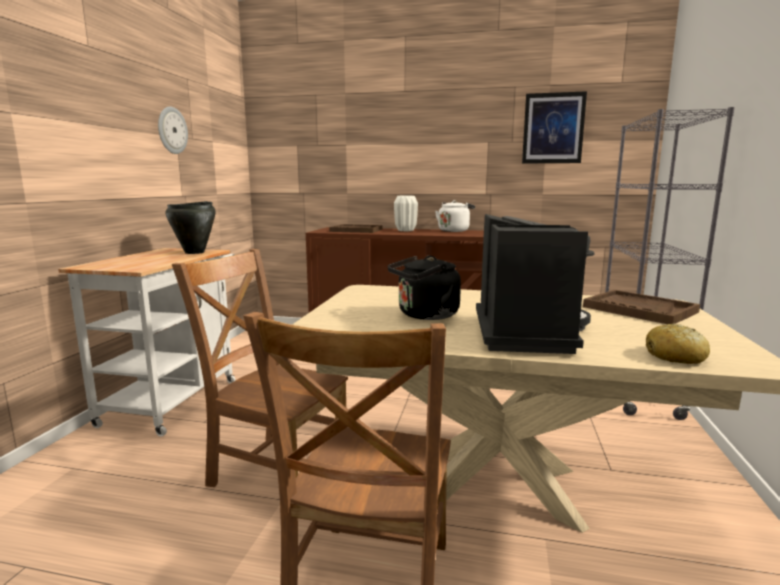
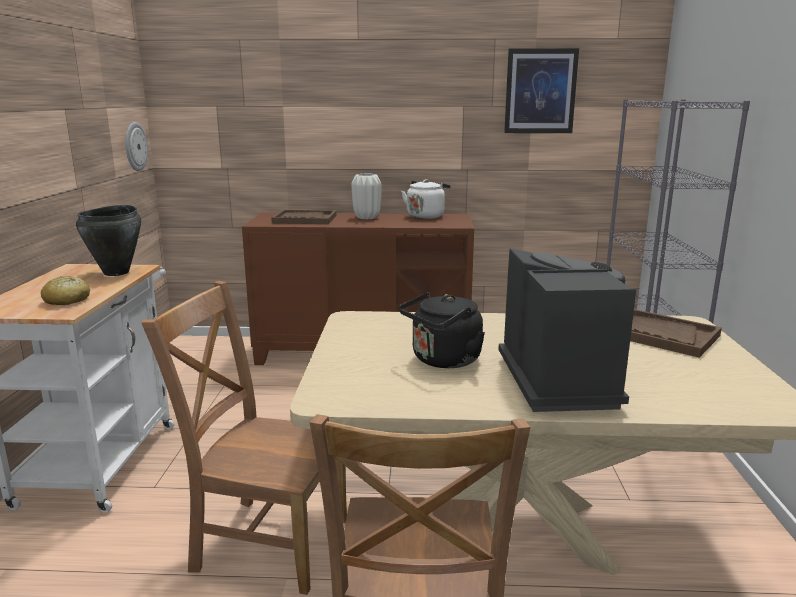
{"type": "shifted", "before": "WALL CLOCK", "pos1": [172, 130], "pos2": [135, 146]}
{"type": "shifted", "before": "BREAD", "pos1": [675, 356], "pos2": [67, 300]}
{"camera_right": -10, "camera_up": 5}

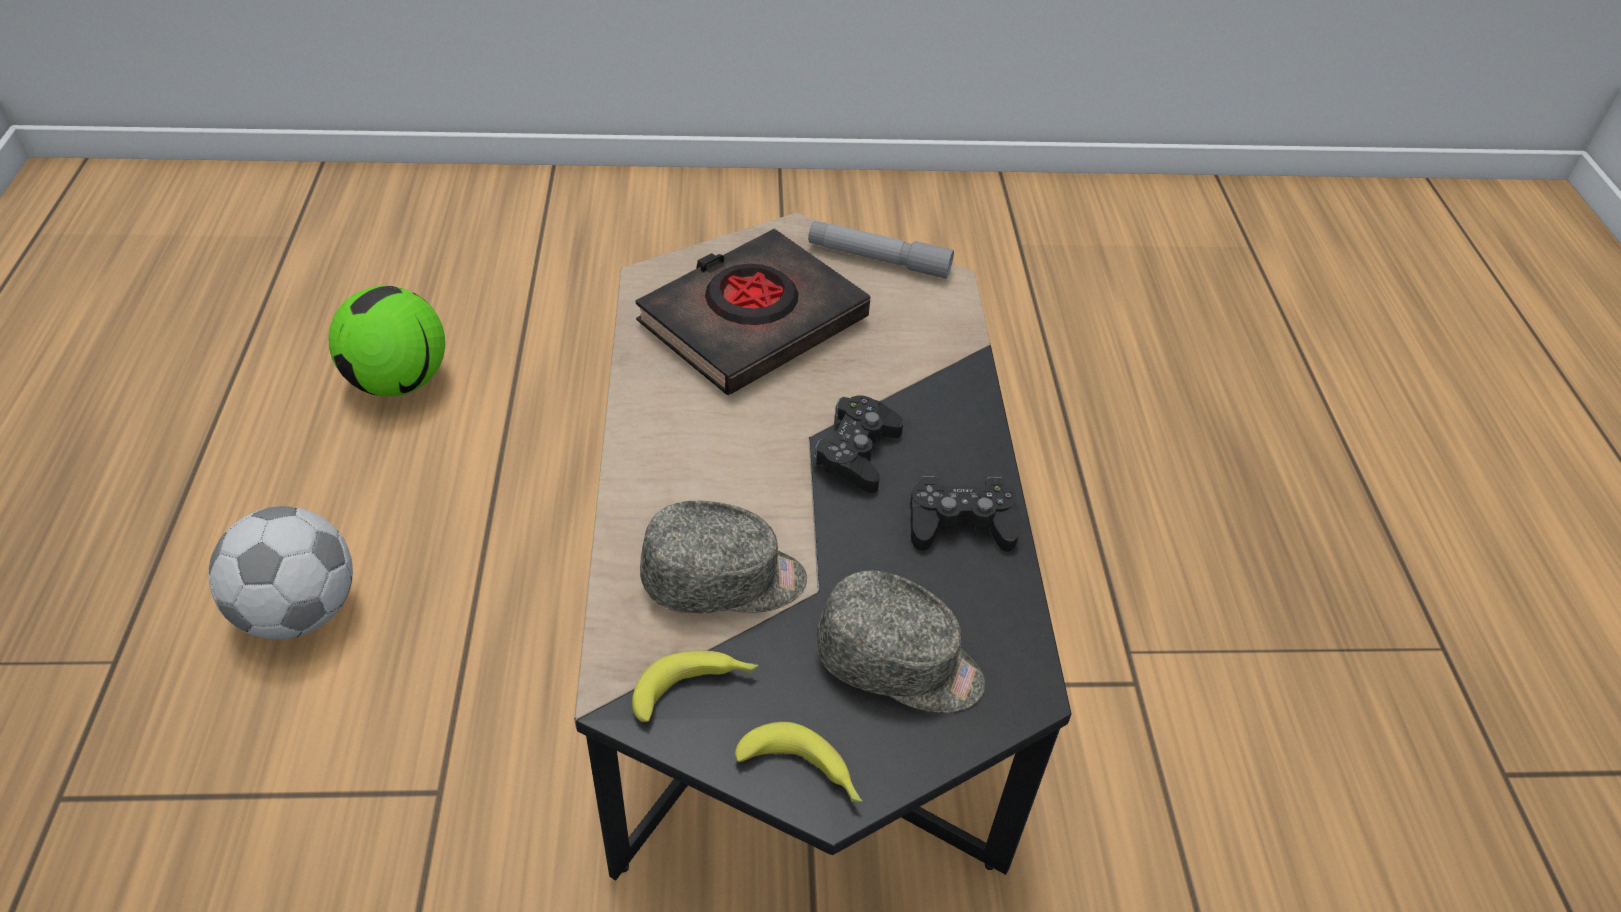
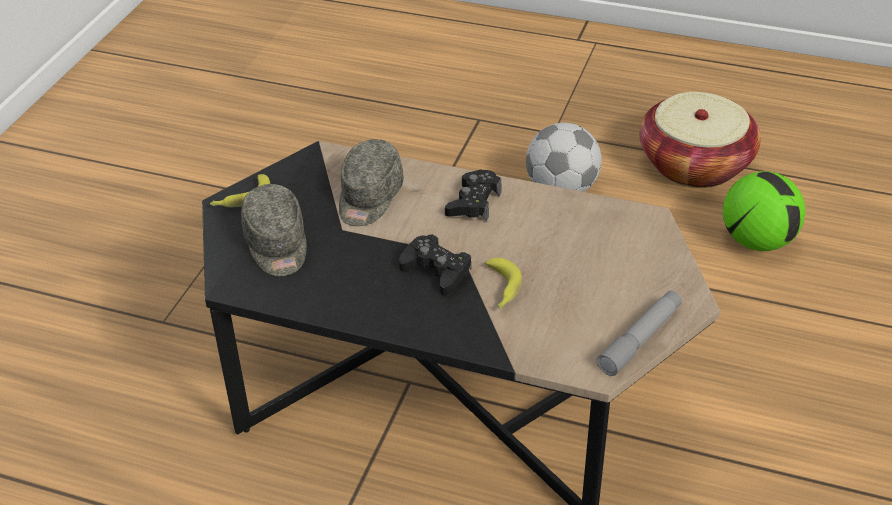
{"type": "gone", "before": "BLACK BOOK", "pos1": [752, 321]}
{"type": "shifted", "before": "BLACK GAME CONTROLLER", "pos1": [960, 523], "pos2": [473, 202]}
{"type": "rotated", "before": "GREY CAP", "pos1": [900, 664], "pos2": [277, 245], "turn": -60}
{"type": "shifted", "before": "BANANA", "pos1": [695, 689], "pos2": [501, 290]}
{"type": "new", "after": "BASKET", "pos2": [695, 165]}
{"camera_right": 115, "camera_up": -5}

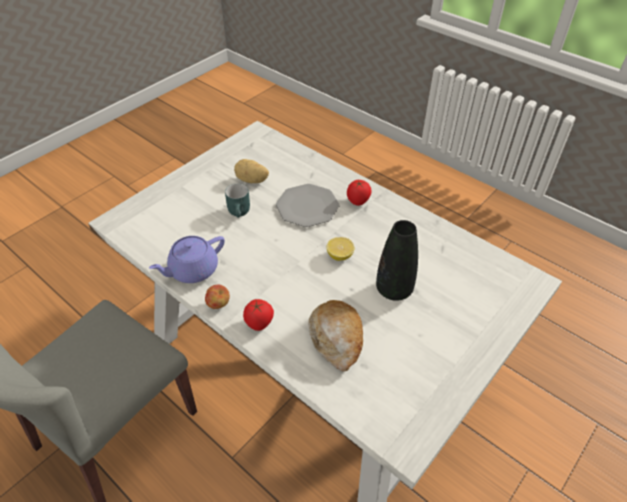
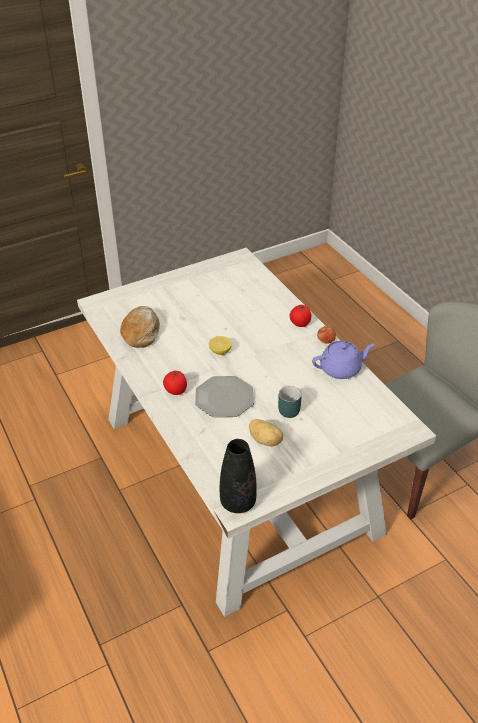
{"type": "shifted", "before": "BLACK VASE", "pos1": [394, 290], "pos2": [238, 502]}
{"type": "shifted", "before": "BREAD", "pos1": [336, 339], "pos2": [141, 332]}
{"camera_right": -160, "camera_up": -5}

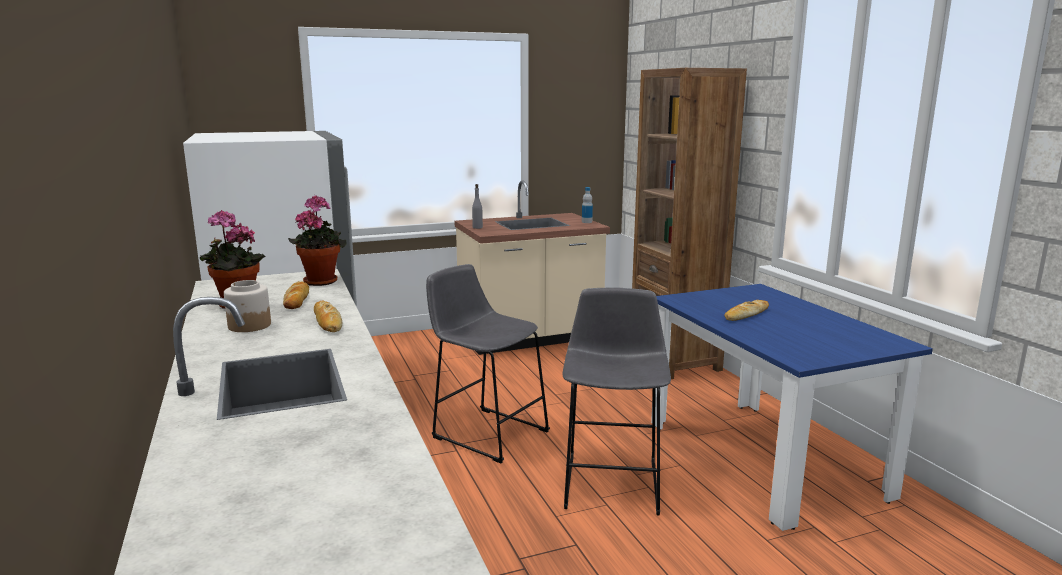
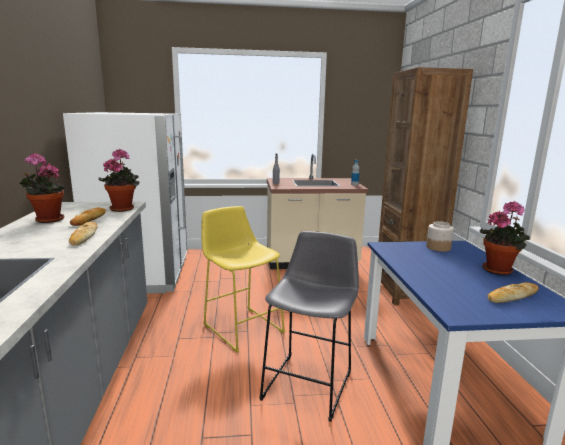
{"type": "repainted", "before": "GREY STOOL", "after": "YELLOW STOOL", "pos1": [486, 432], "pos2": [241, 326]}
{"type": "shifted", "before": "JAR", "pos1": [249, 326], "pos2": [438, 247]}
{"type": "shifted", "before": "BREAD", "pos1": [746, 314], "pos2": [512, 296]}
{"type": "new", "after": "POTTED PLANT", "pos2": [499, 270]}
{"camera_right": 15, "camera_up": 0}

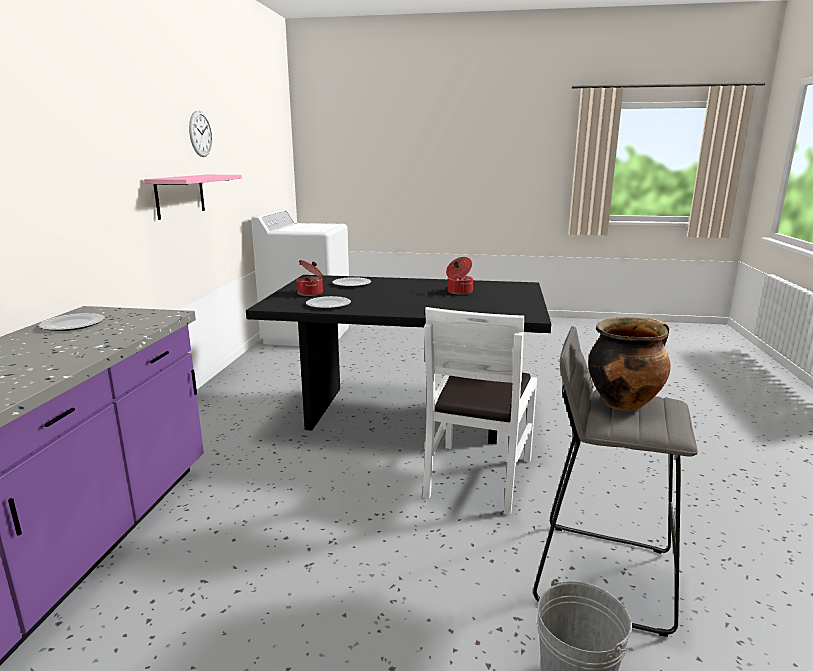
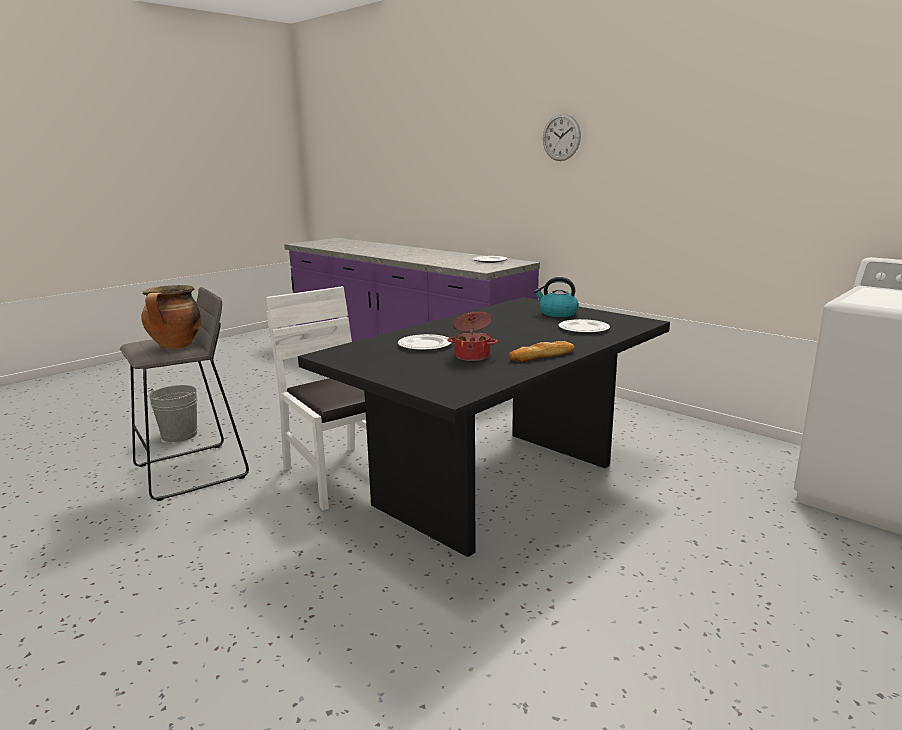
{"type": "shifted", "before": "WALL CLOCK", "pos1": [200, 134], "pos2": [561, 137]}
{"type": "gone", "before": "PINK SHELF", "pos1": [180, 195]}
{"type": "swapped", "before": "COOKING POT", "after": "KETTLE", "pos1": [311, 293], "pos2": [557, 313]}
{"type": "shifted", "before": "PLATE", "pos1": [328, 305], "pos2": [424, 345]}
{"type": "new", "after": "BREAD", "pos2": [542, 356]}
{"camera_right": 125, "camera_up": 0}

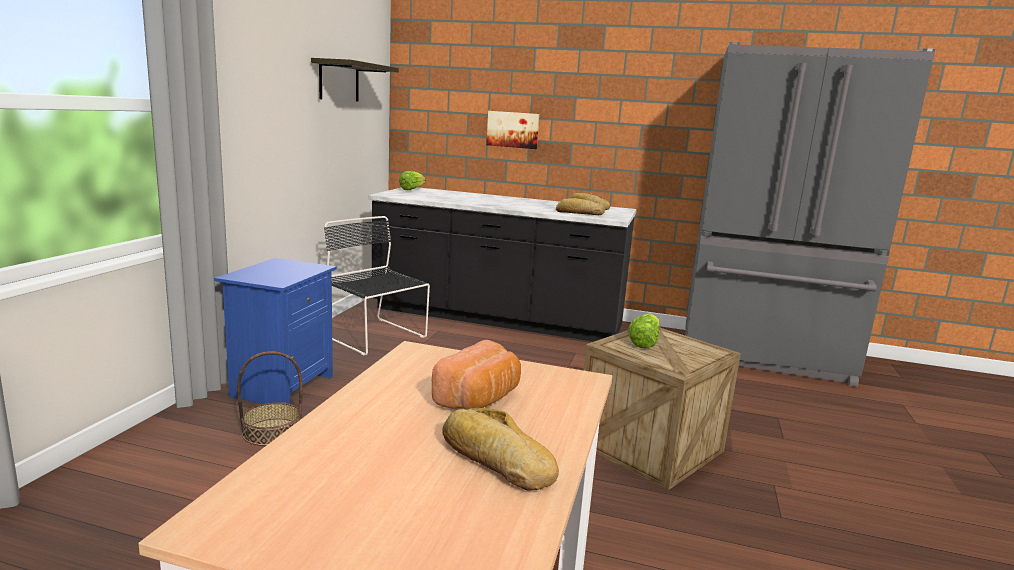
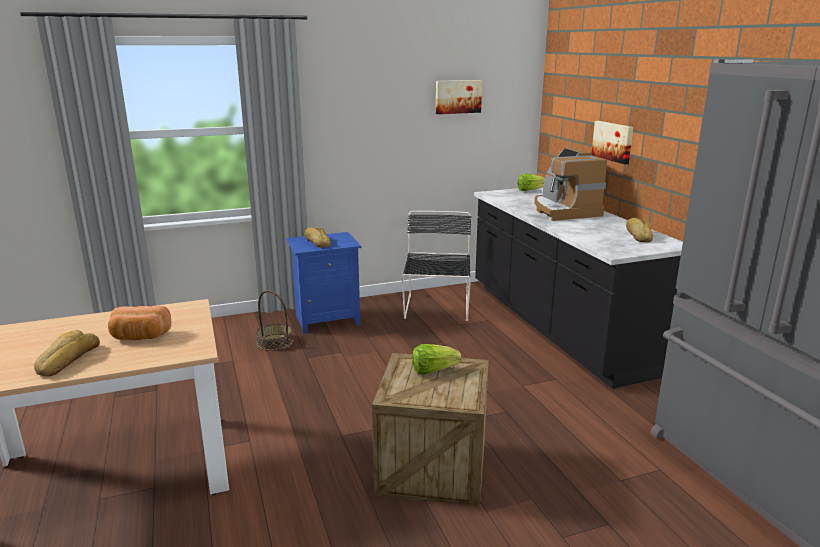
{"type": "swapped", "before": "SHELF", "after": "PICTURE", "pos1": [339, 81], "pos2": [458, 96]}
{"type": "shifted", "before": "BREAD", "pos1": [579, 213], "pos2": [317, 242]}
{"type": "new", "after": "COFFEE MACHINE", "pos2": [563, 211]}
{"camera_right": 55, "camera_up": 5}

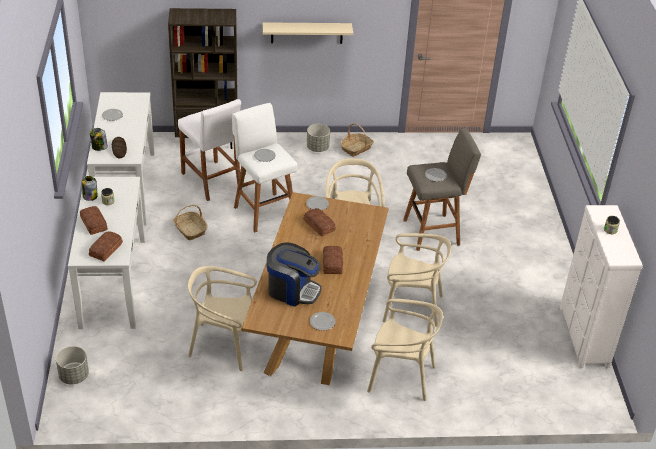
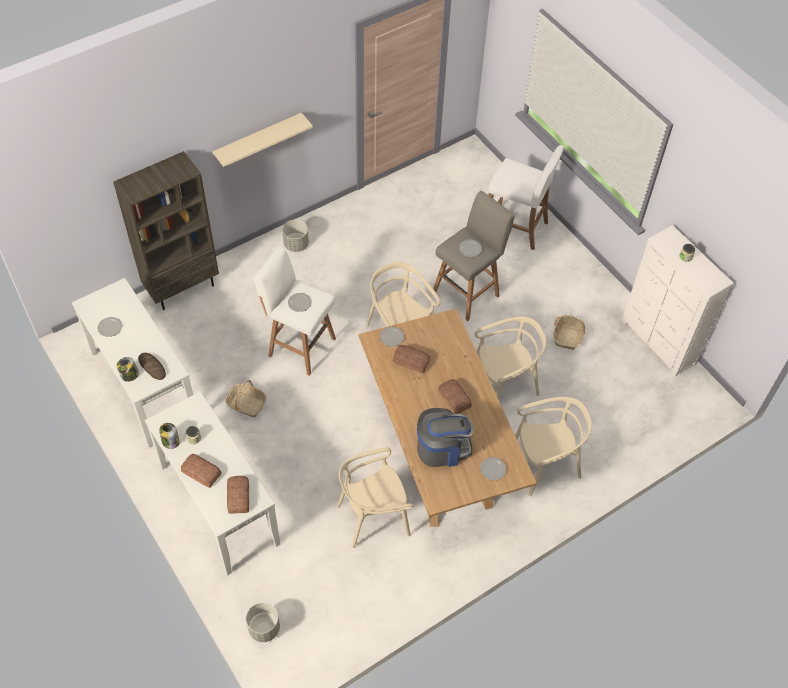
{"type": "shifted", "before": "WHITE STOOL", "pos1": [211, 181], "pos2": [516, 227]}
{"type": "shifted", "before": "BASKET", "pos1": [356, 148], "pos2": [567, 336]}
{"camera_right": -30, "camera_up": 15}

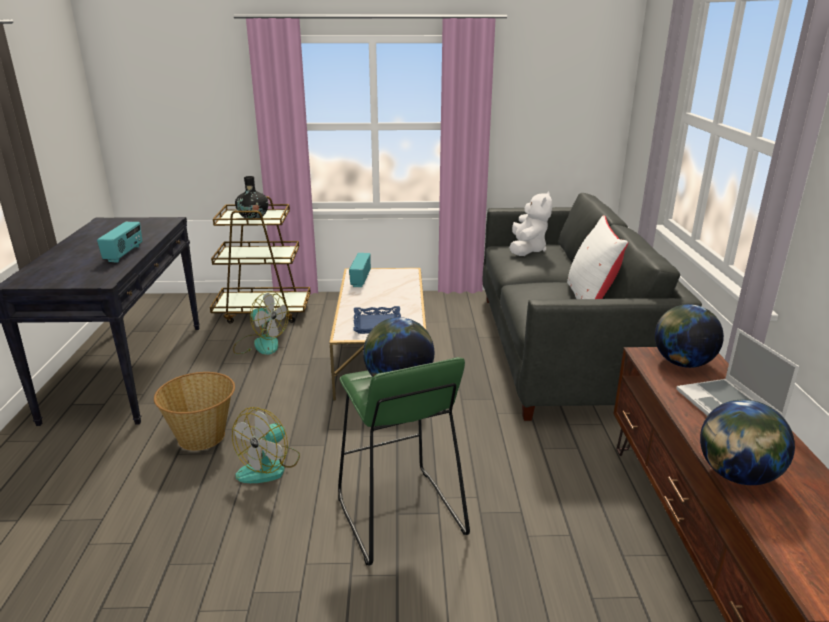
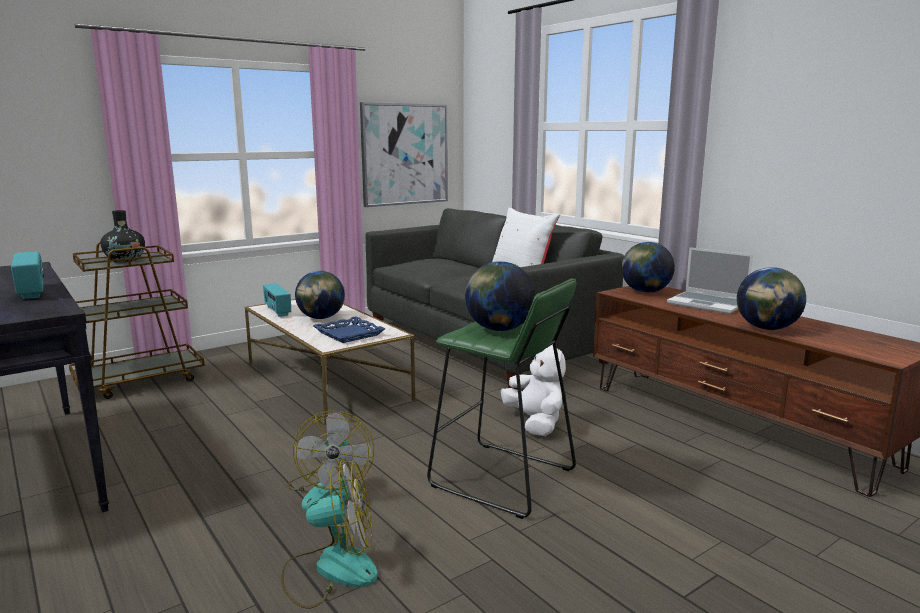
{"type": "shifted", "before": "WHITE PLUSH TOY", "pos1": [527, 250], "pos2": [535, 423]}
{"type": "shifted", "before": "FAN", "pos1": [260, 344], "pos2": [331, 570]}
{"type": "gone", "before": "BASKET", "pos1": [202, 436]}
{"type": "new", "after": "PICTURE", "pos2": [405, 154]}
{"type": "new", "after": "GLOBE", "pos2": [321, 318]}
{"camera_right": -35, "camera_up": -10}

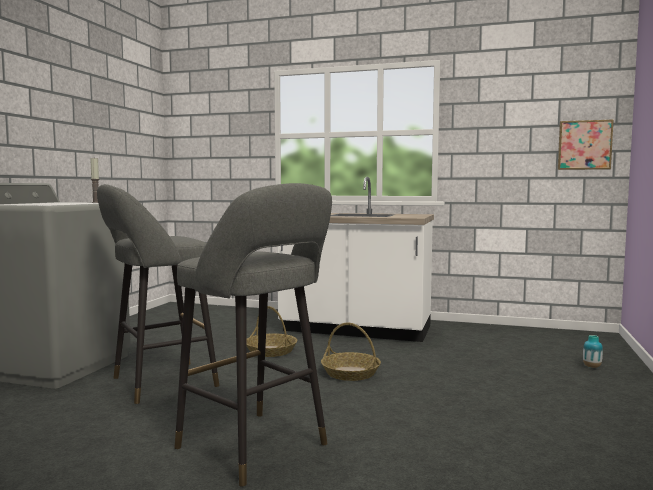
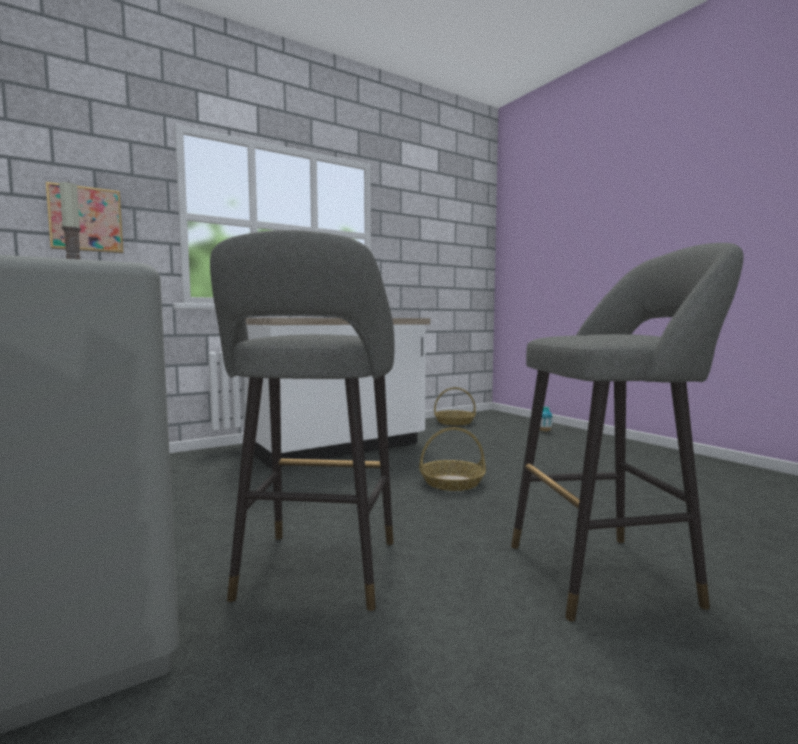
{"type": "shifted", "before": "PICTURE", "pos1": [584, 145], "pos2": [86, 219]}
{"type": "shifted", "before": "BASKET", "pos1": [271, 351], "pos2": [454, 422]}
{"camera_right": -50, "camera_up": 0}

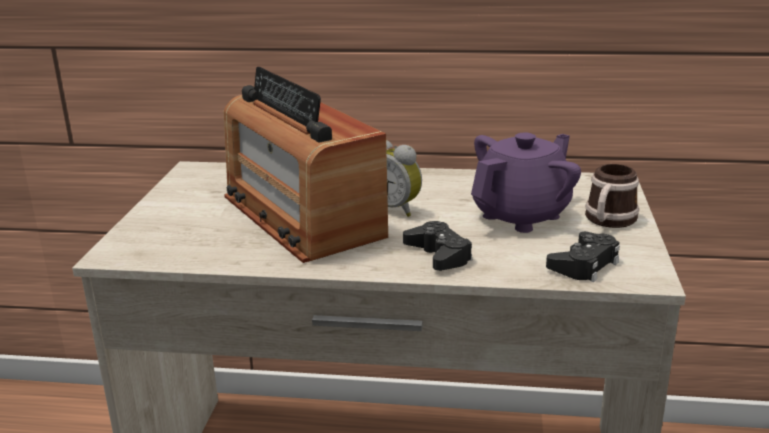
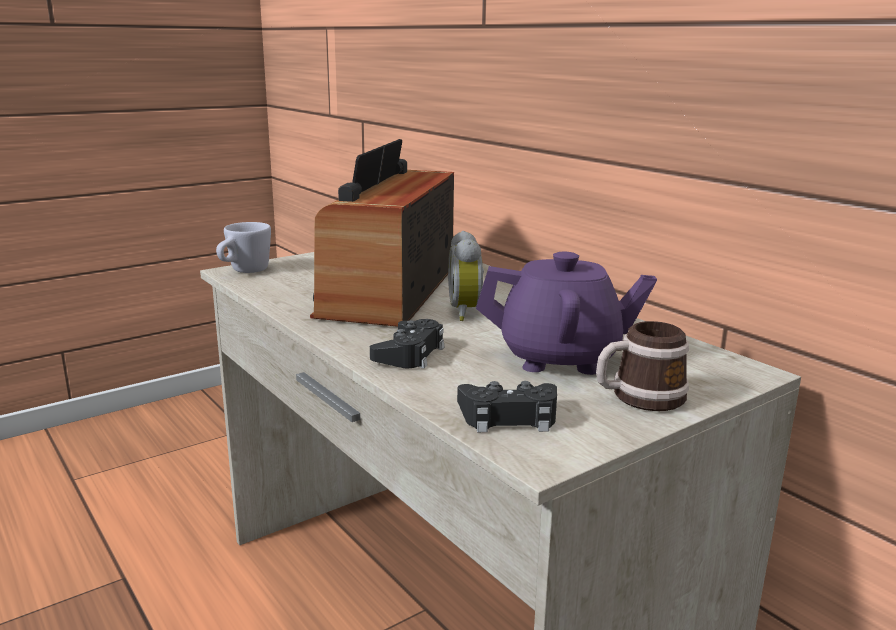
{"type": "new", "after": "WHITE MUG", "pos2": [244, 271]}
{"camera_right": 45, "camera_up": -5}

